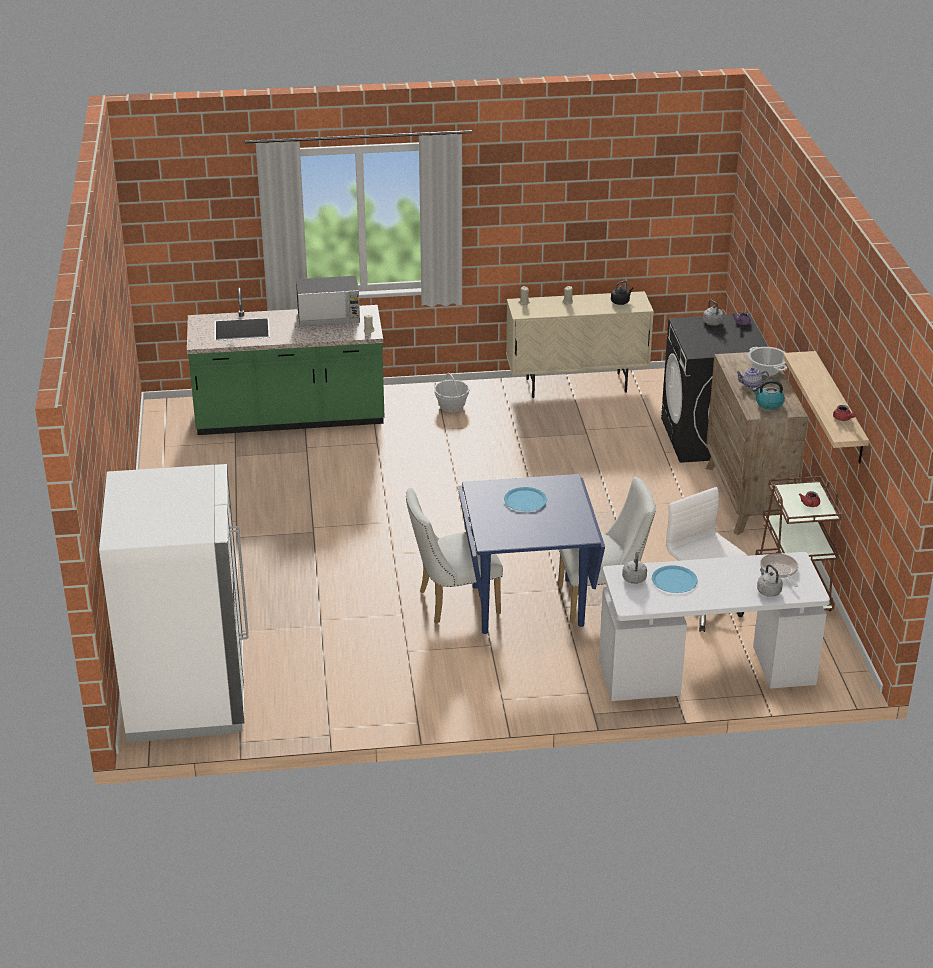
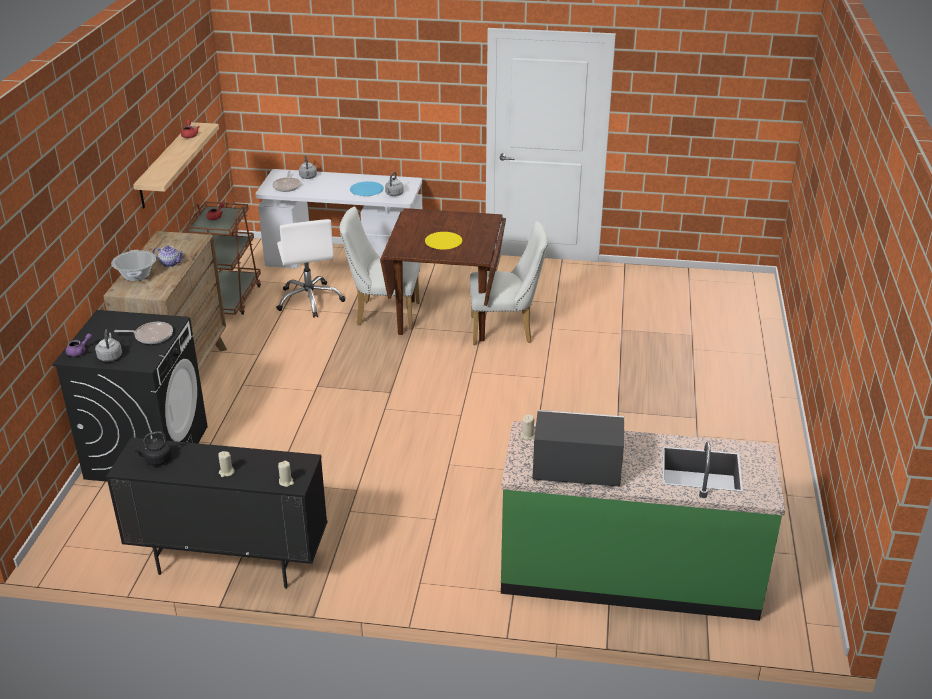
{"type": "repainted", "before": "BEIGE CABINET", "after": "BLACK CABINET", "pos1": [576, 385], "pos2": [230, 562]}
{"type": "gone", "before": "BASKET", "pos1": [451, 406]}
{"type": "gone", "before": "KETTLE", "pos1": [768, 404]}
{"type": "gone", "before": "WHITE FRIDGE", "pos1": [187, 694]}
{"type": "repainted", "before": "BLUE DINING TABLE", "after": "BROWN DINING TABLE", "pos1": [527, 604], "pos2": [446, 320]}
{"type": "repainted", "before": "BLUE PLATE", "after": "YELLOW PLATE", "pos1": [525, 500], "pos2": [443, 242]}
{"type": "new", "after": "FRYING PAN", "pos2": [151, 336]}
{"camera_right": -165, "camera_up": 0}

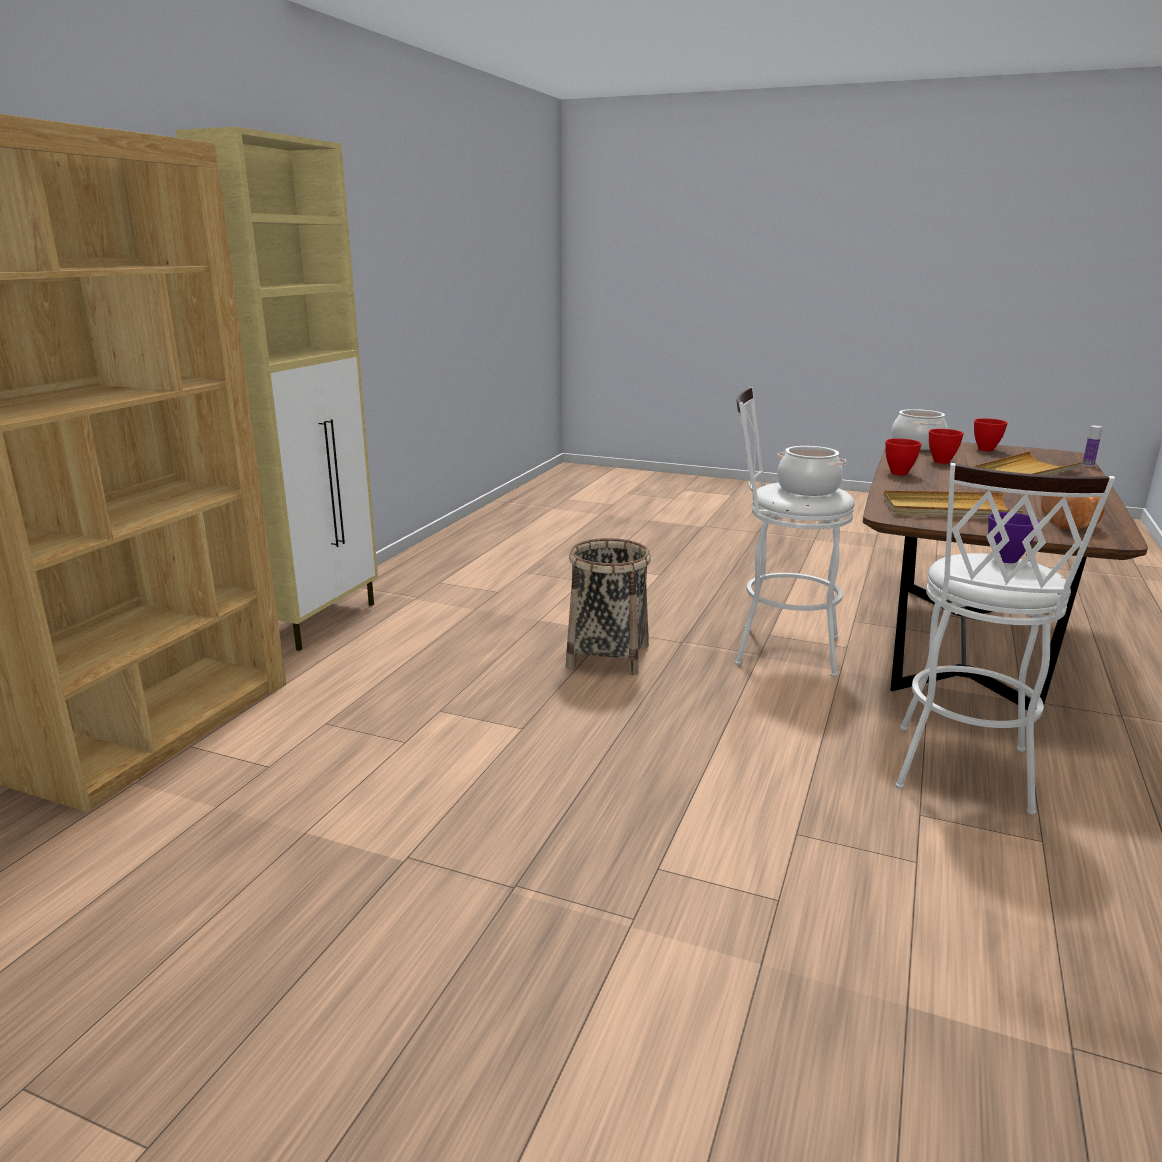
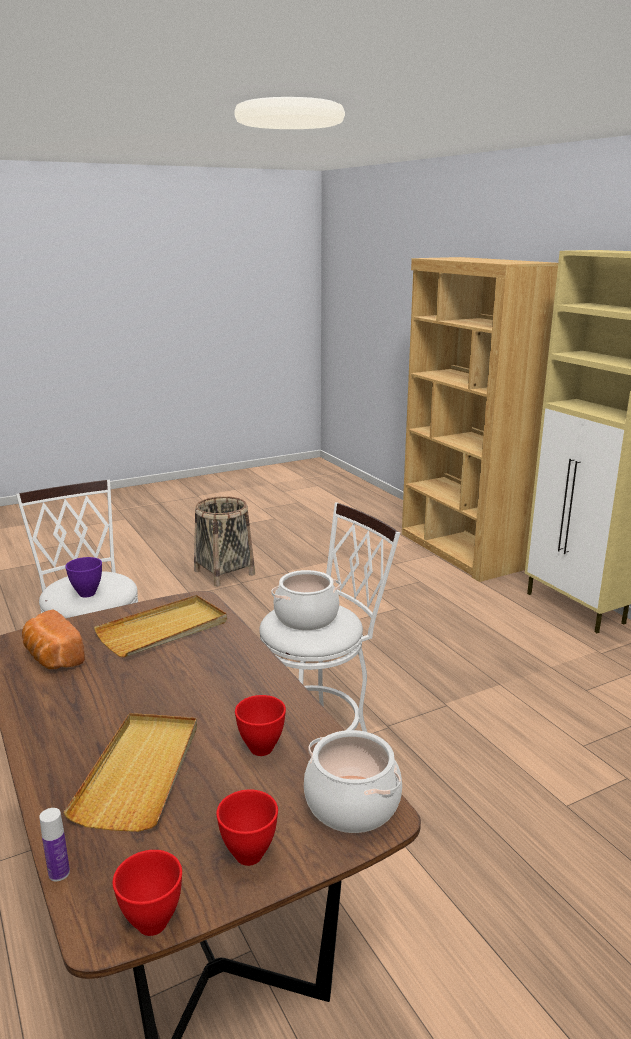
{"type": "shifted", "before": "RED BOWL", "pos1": [900, 473], "pos2": [150, 923]}
{"type": "shifted", "before": "BASKET", "pos1": [607, 656], "pos2": [224, 572]}
{"camera_right": 130, "camera_up": 0}

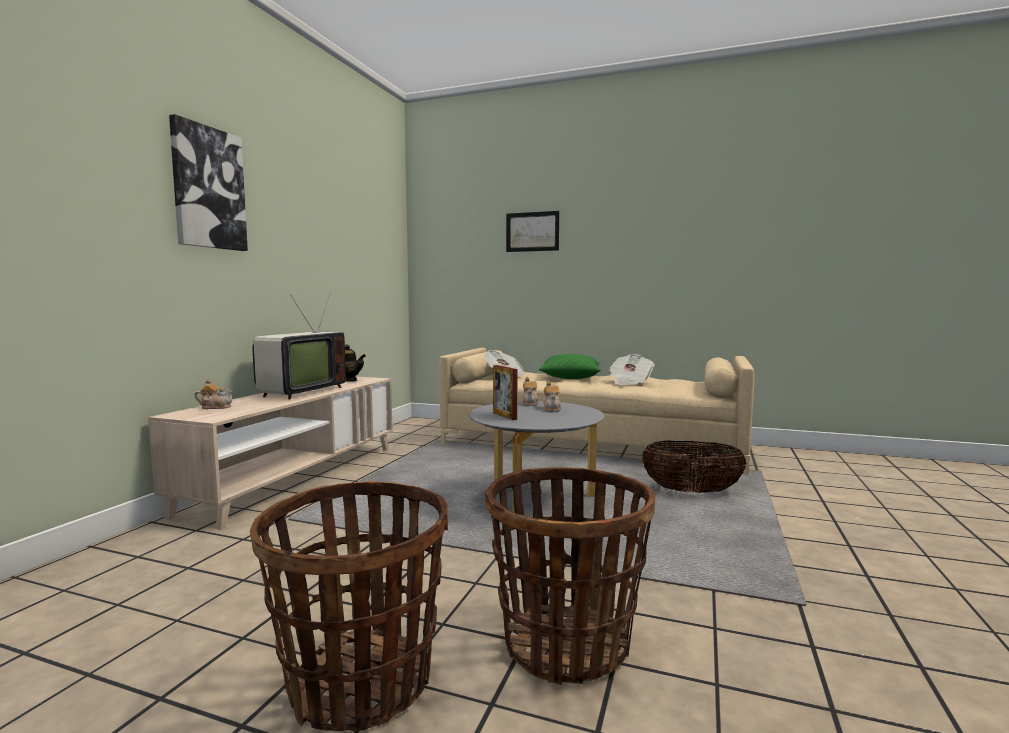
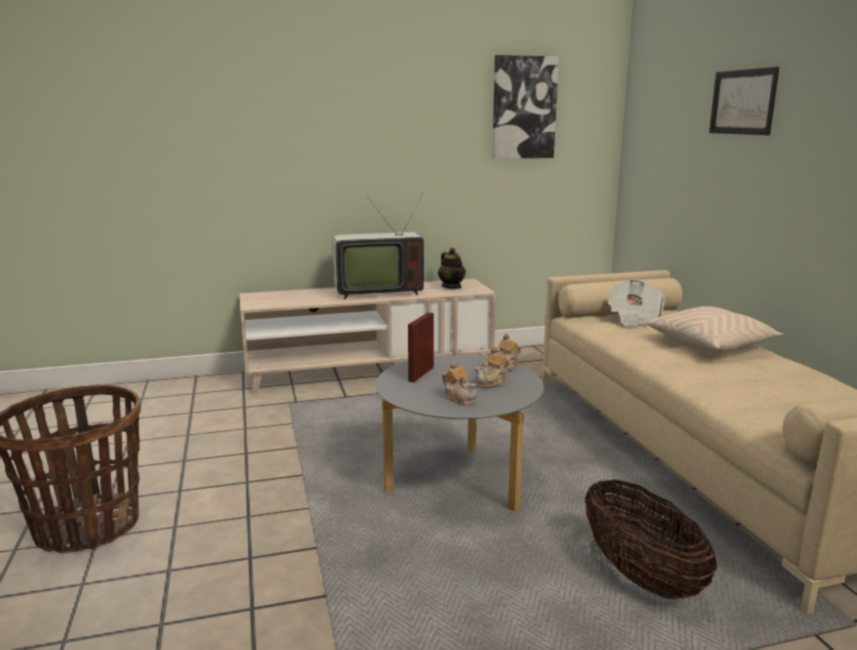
{"type": "shifted", "before": "PICTURE", "pos1": [208, 188], "pos2": [523, 108]}
{"type": "repainted", "before": "GREEN PILLOW", "after": "BEIGE PILLOW", "pos1": [570, 377], "pos2": [711, 345]}
{"type": "gone", "before": "NEWSPAPER", "pos1": [630, 382]}
{"type": "shifted", "before": "TEAPOT", "pos1": [215, 407], "pos2": [460, 398]}
{"type": "gone", "before": "BASKET", "pos1": [566, 644]}
{"camera_right": 55, "camera_up": 10}

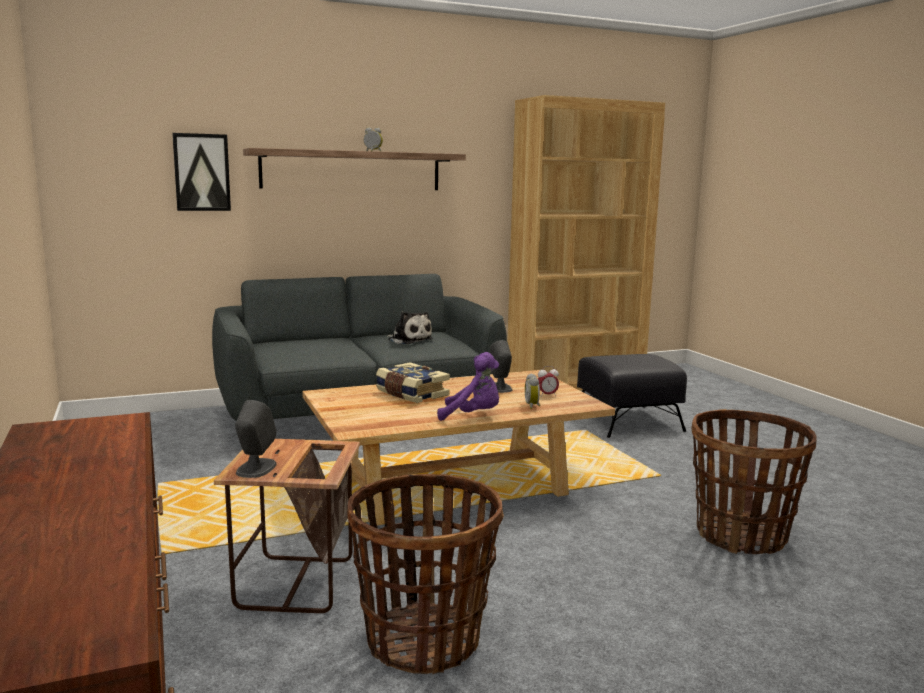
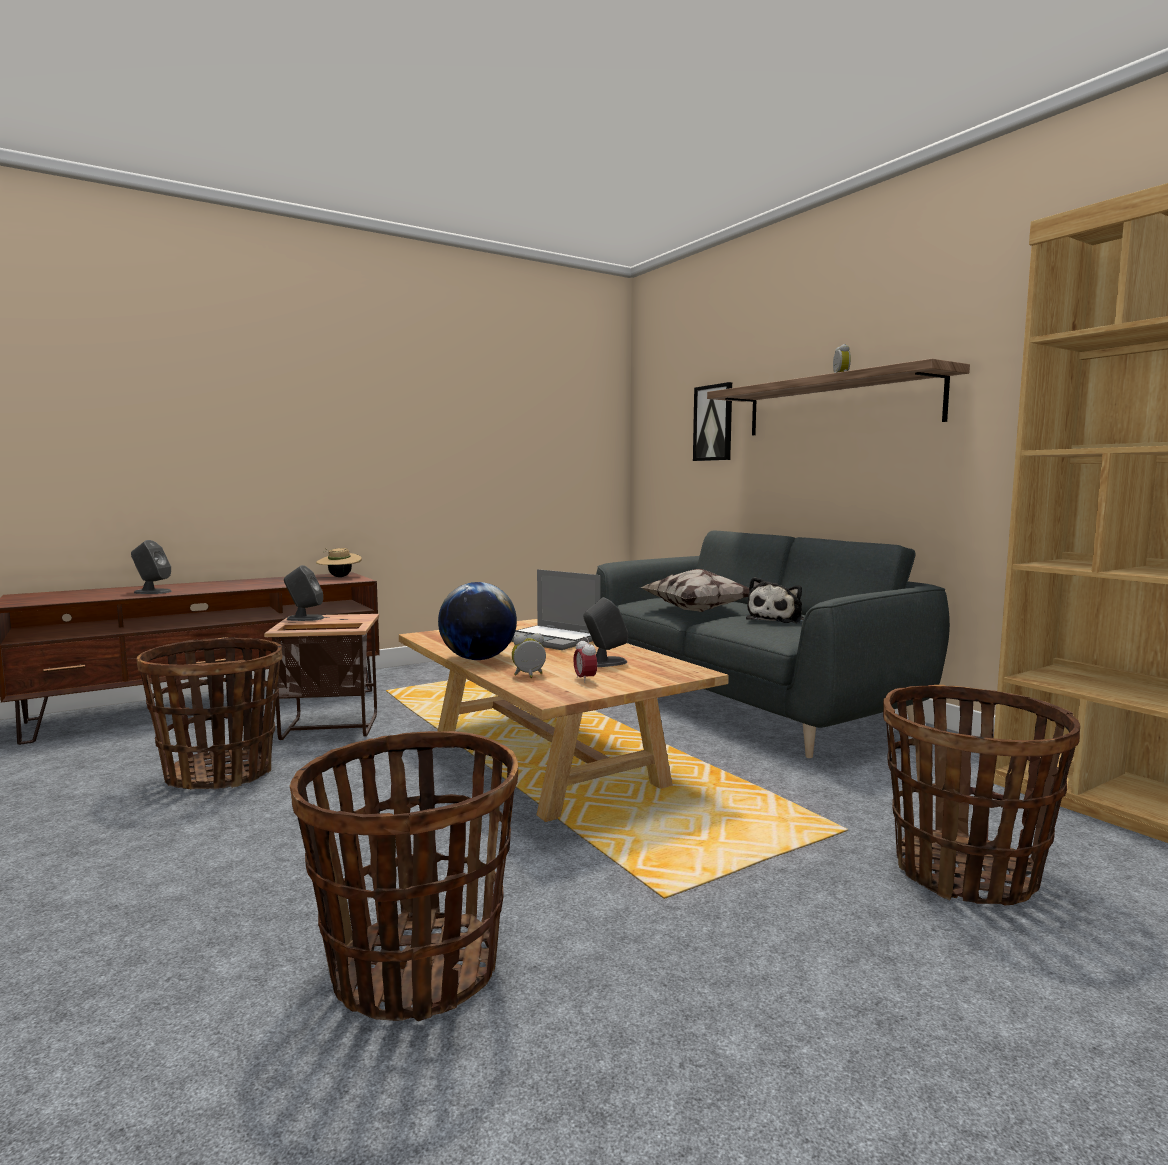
{"type": "swapped", "before": "PURPLE PLUSH TOY", "after": "GLOBE", "pos1": [473, 416], "pos2": [478, 659]}
{"type": "swapped", "before": "BLACK OTTOMAN", "after": "BASKET", "pos1": [628, 421], "pos2": [965, 873]}
{"type": "swapped", "before": "BOOK", "after": "LAPTOP", "pos1": [411, 394], "pos2": [552, 640]}
{"type": "new", "after": "GREY SPEAKER", "pos2": [152, 592]}
{"type": "new", "after": "BEIGE HAT", "pos2": [339, 577]}
{"type": "new", "after": "PILLOW", "pos2": [697, 610]}
{"camera_right": 80, "camera_up": -5}

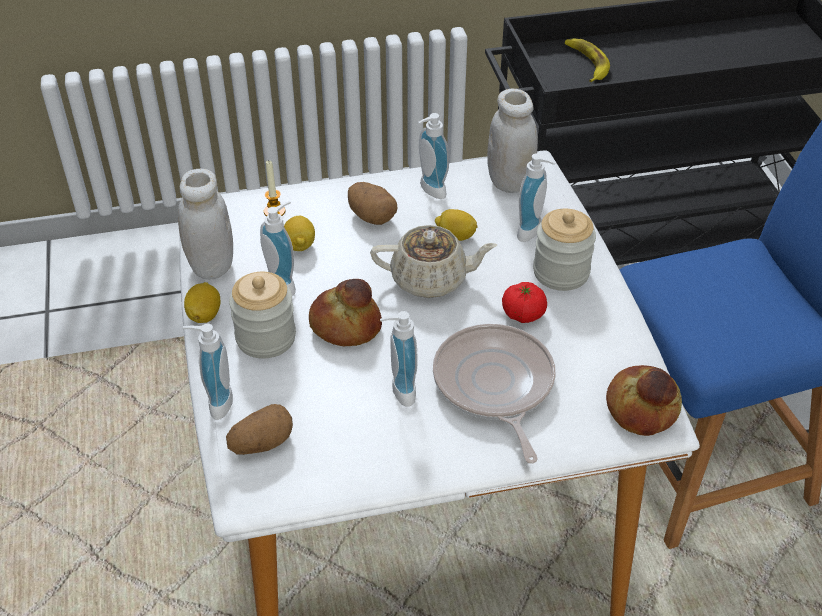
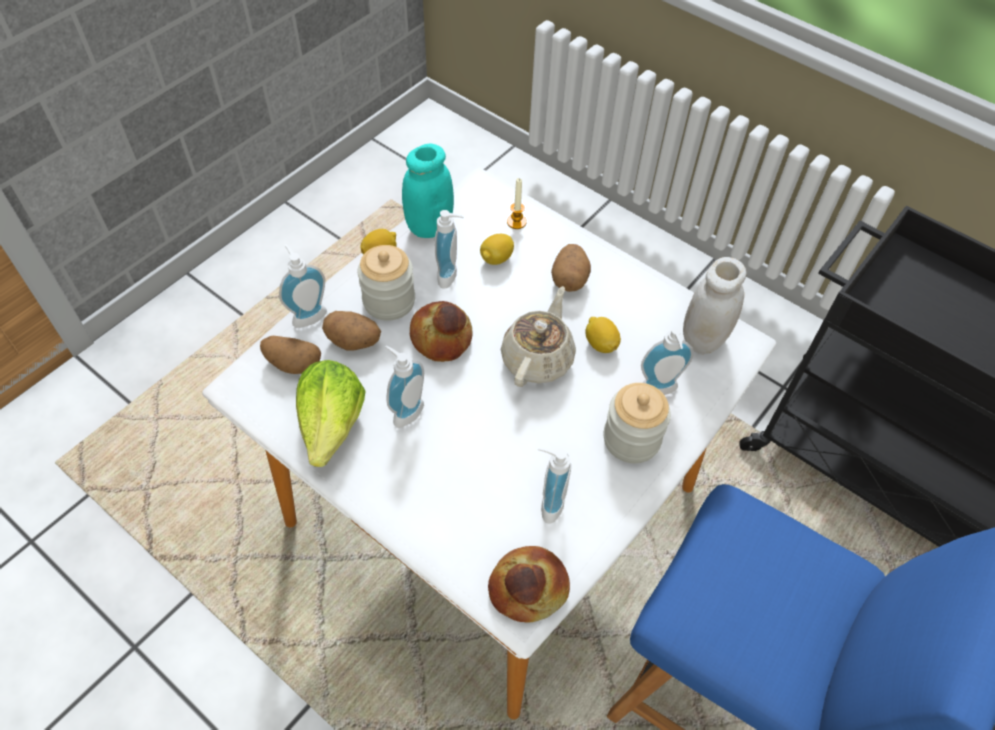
{"type": "gone", "before": "BANANA", "pos1": [586, 63]}
{"type": "shifted", "before": "SOAP DISPENSER", "pos1": [429, 191], "pos2": [547, 503]}
{"type": "repainted", "before": "WHITE JAR", "after": "TURQUOISE JAR", "pos1": [211, 266], "pos2": [429, 226]}
{"type": "rotated", "before": "BEIGE TEAPOT", "pos1": [431, 279], "pos2": [538, 358], "turn": -120}
{"type": "gone", "before": "TOMATO", "pos1": [523, 314]}
{"type": "gone", "before": "FRYING PAN", "pos1": [494, 386]}
{"type": "new", "after": "POTATO", "pos2": [354, 341]}
{"type": "new", "after": "LETTUCE", "pos2": [332, 425]}
{"camera_right": 50, "camera_up": 10}

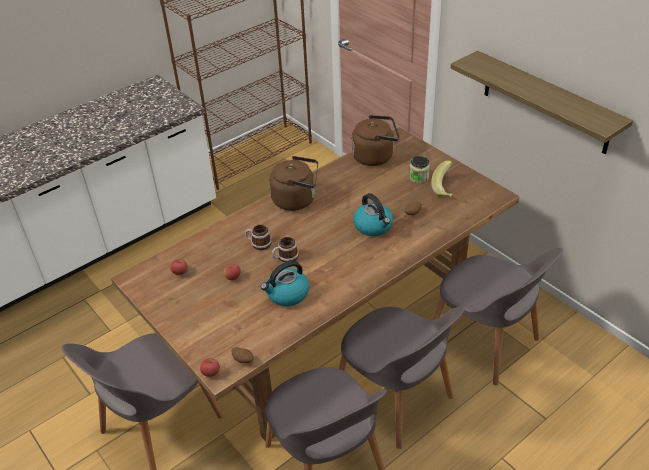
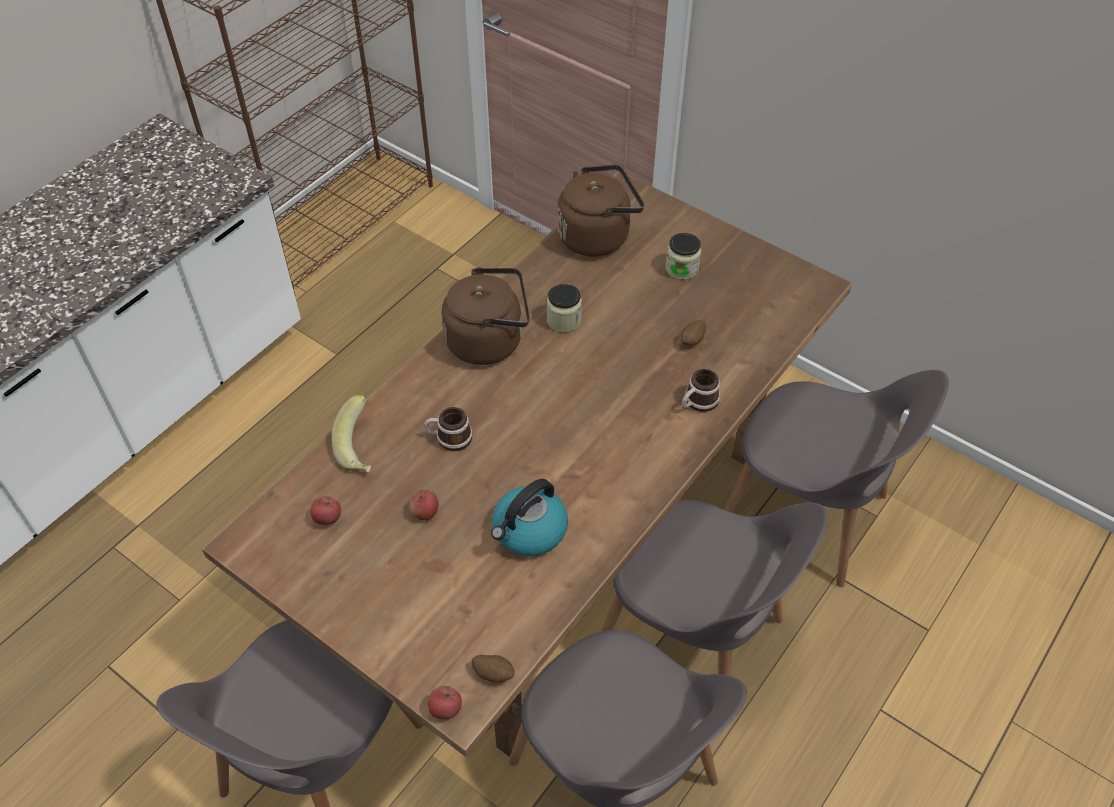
{"type": "gone", "before": "SHELF", "pos1": [545, 102]}
{"type": "shifted", "before": "BANANA", "pos1": [445, 188], "pos2": [361, 448]}
{"type": "gone", "before": "KETTLE", "pos1": [373, 226]}
{"type": "shifted", "before": "MUG", "pos1": [285, 257], "pos2": [697, 402]}
{"type": "new", "after": "JAR", "pos2": [564, 320]}
{"camera_right": -15, "camera_up": 10}

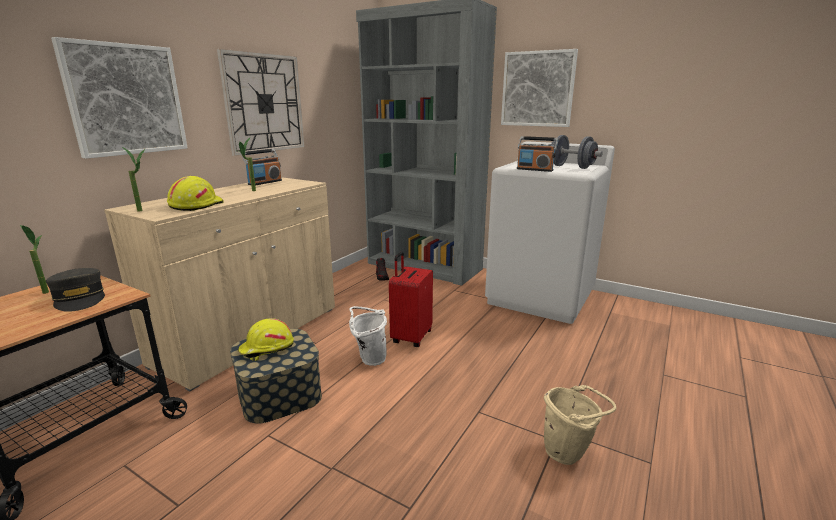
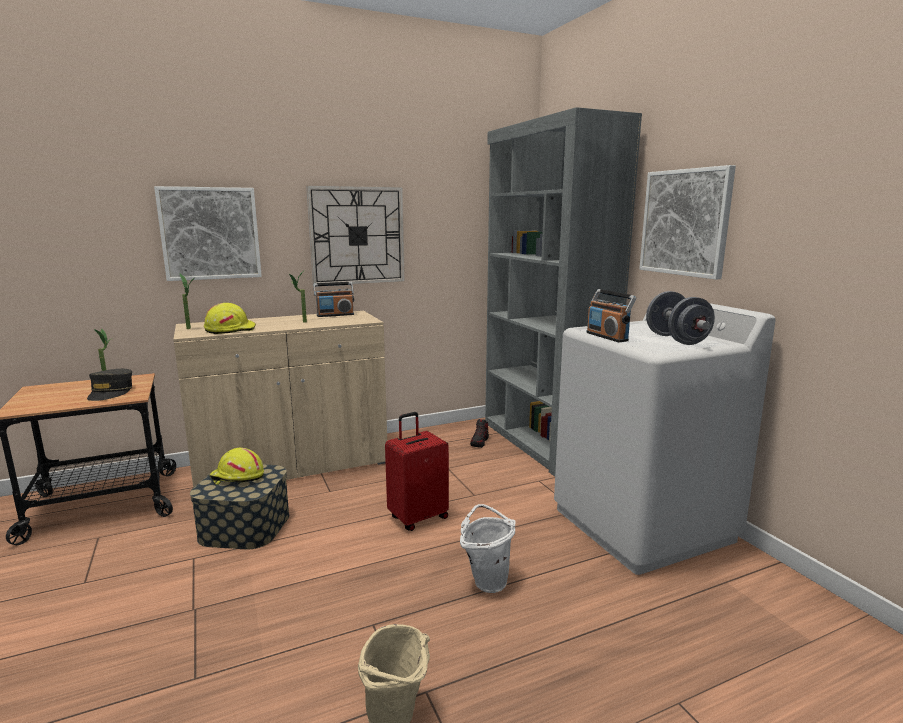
{"type": "shifted", "before": "WHITE BUCKET", "pos1": [369, 359], "pos2": [486, 580]}
{"camera_right": 35, "camera_up": -5}

